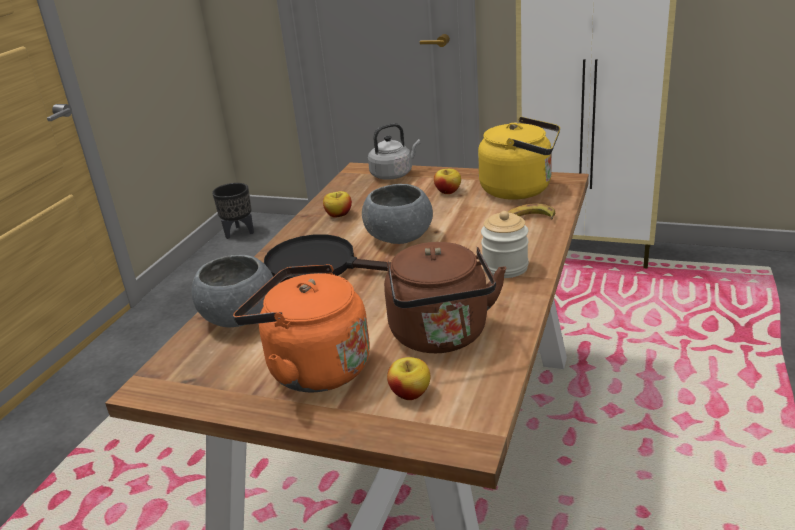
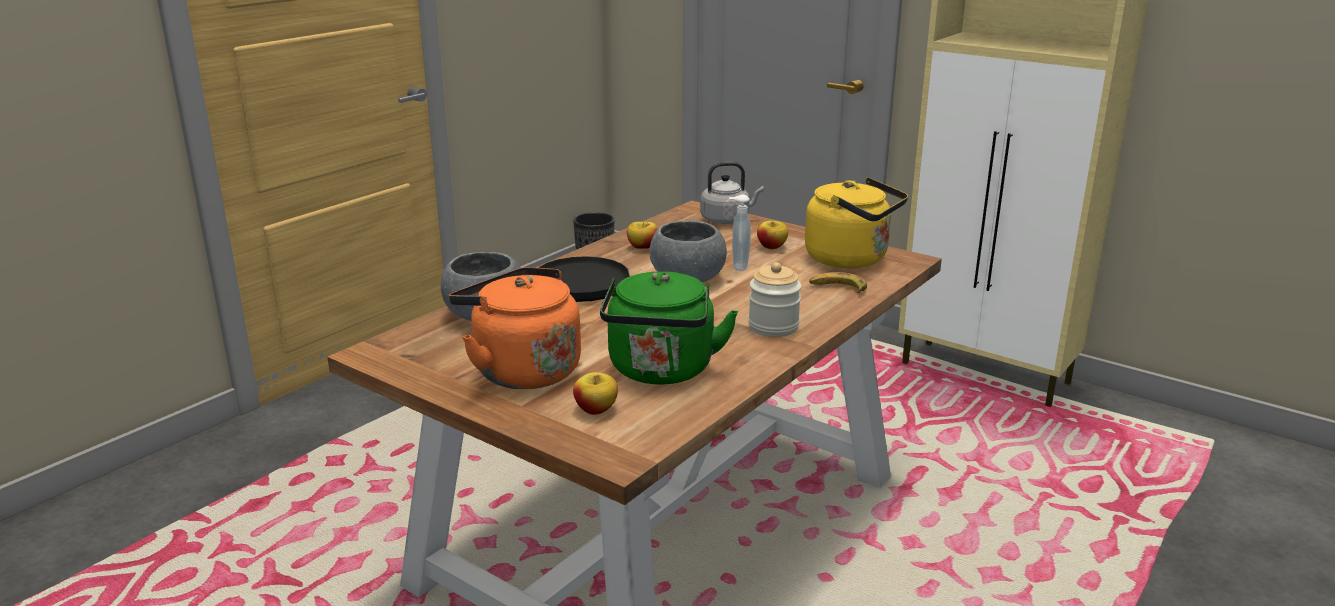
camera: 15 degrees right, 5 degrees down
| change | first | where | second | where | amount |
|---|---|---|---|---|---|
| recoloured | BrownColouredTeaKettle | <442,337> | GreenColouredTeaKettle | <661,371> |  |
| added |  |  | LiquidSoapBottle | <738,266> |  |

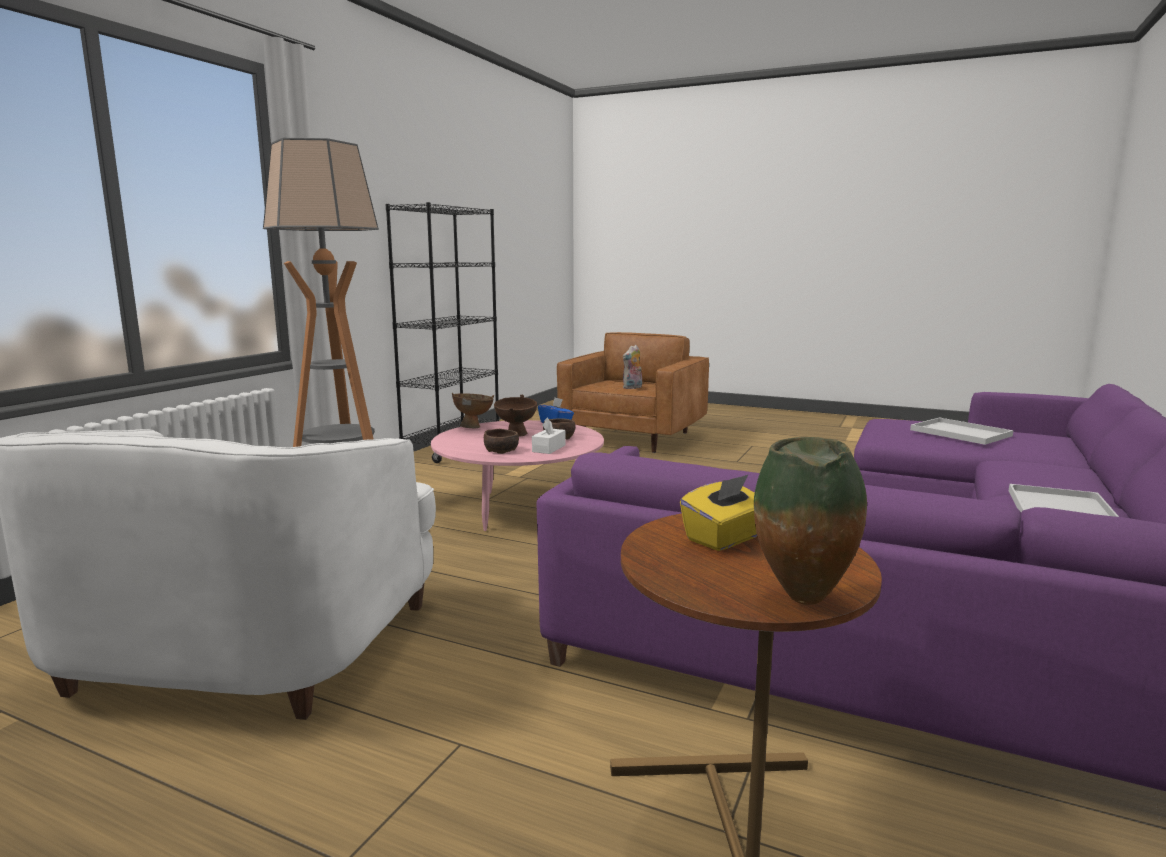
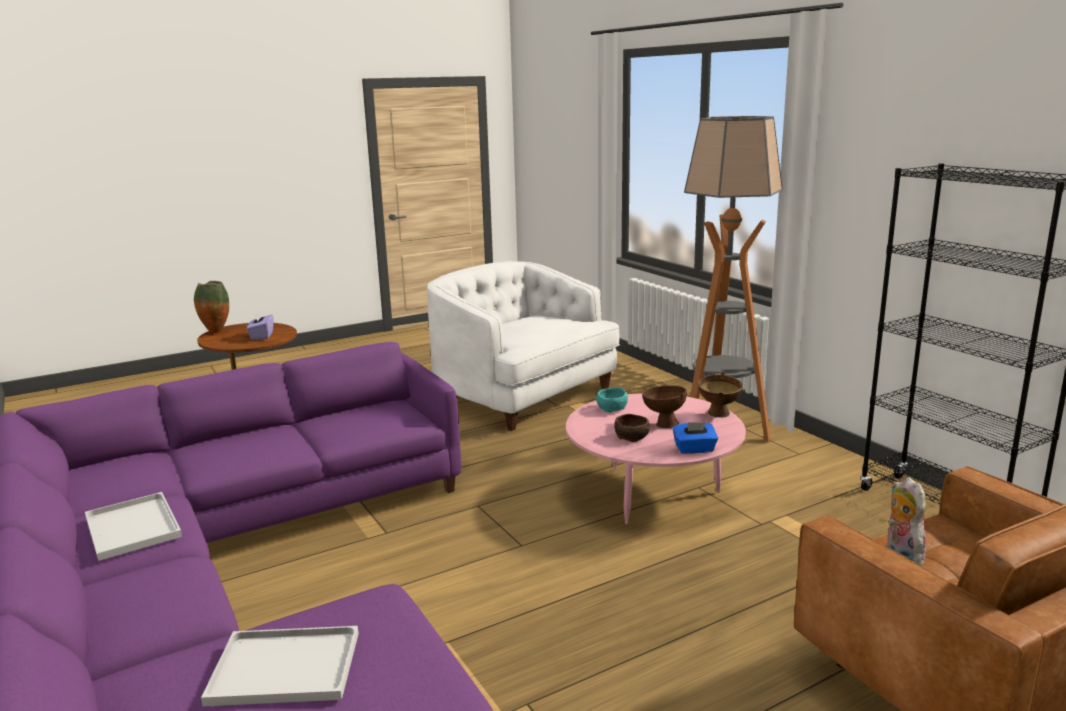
camera: 125 degrees right, 5 degrees up
| change | first | where | second | where | amount |
|---|---|---|---|---|---|
| recoloured | BrownColouredDeepDish | <502,451> | TurquoiseColouredDeepDish | <611,409> |  |
| removed | WhitishBoxOfTissues | <549,448> |  |  |  |
| recoloured | YellowColouredBoxOfTissues | <725,538> | PurpleBoxOfTissues | <261,336> |  |

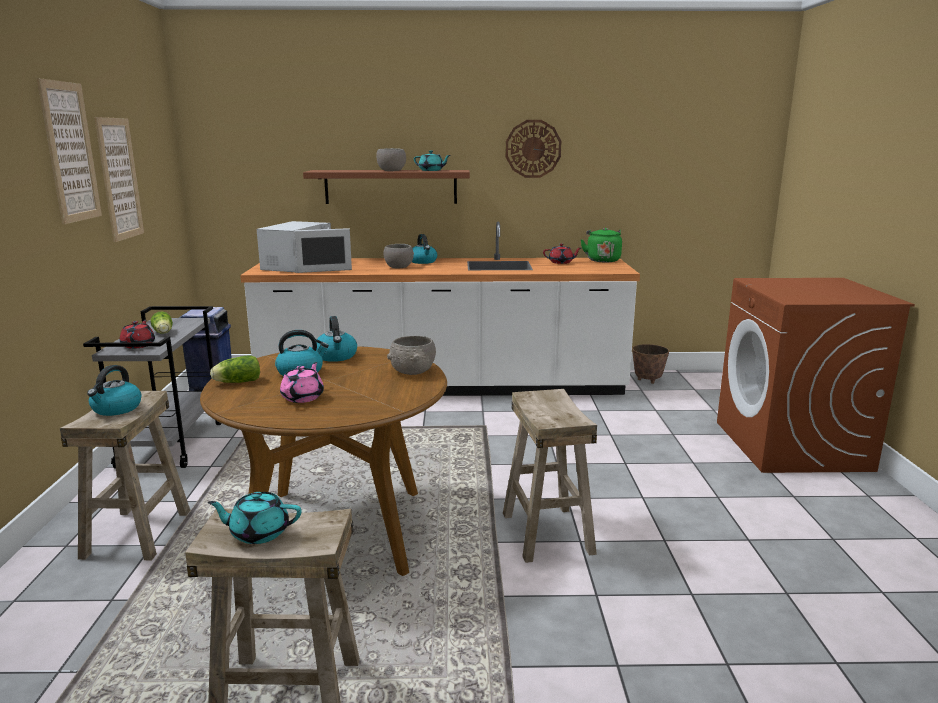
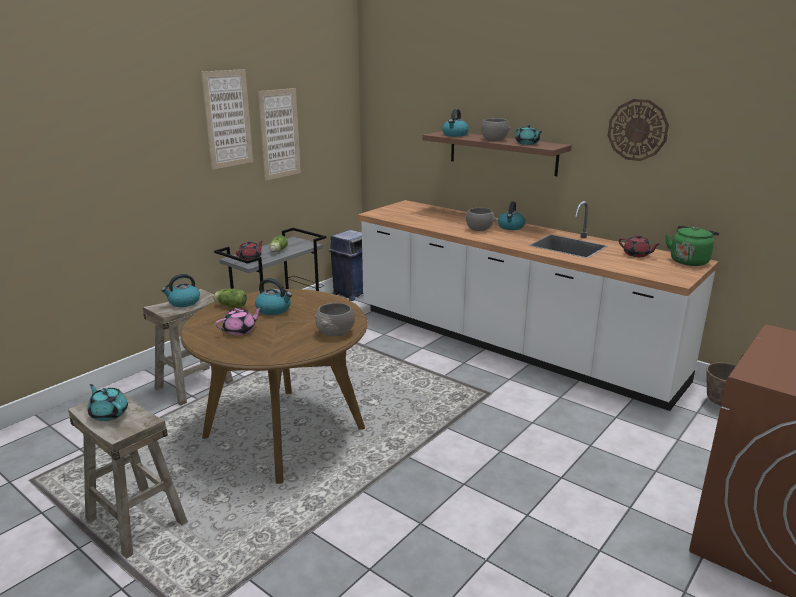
camera: 40 degrees right, 5 degrees up
| change | first | where | second | where | amount |
|---|---|---|---|---|---|
| removed | WhitishMicrowaveOven | <299,266> |  |  |  |
| moved | TeaKettle | <336,356> |  | <455,135> |  |
| removed | BeigeSittingStool | <548,533> |  |  |  |

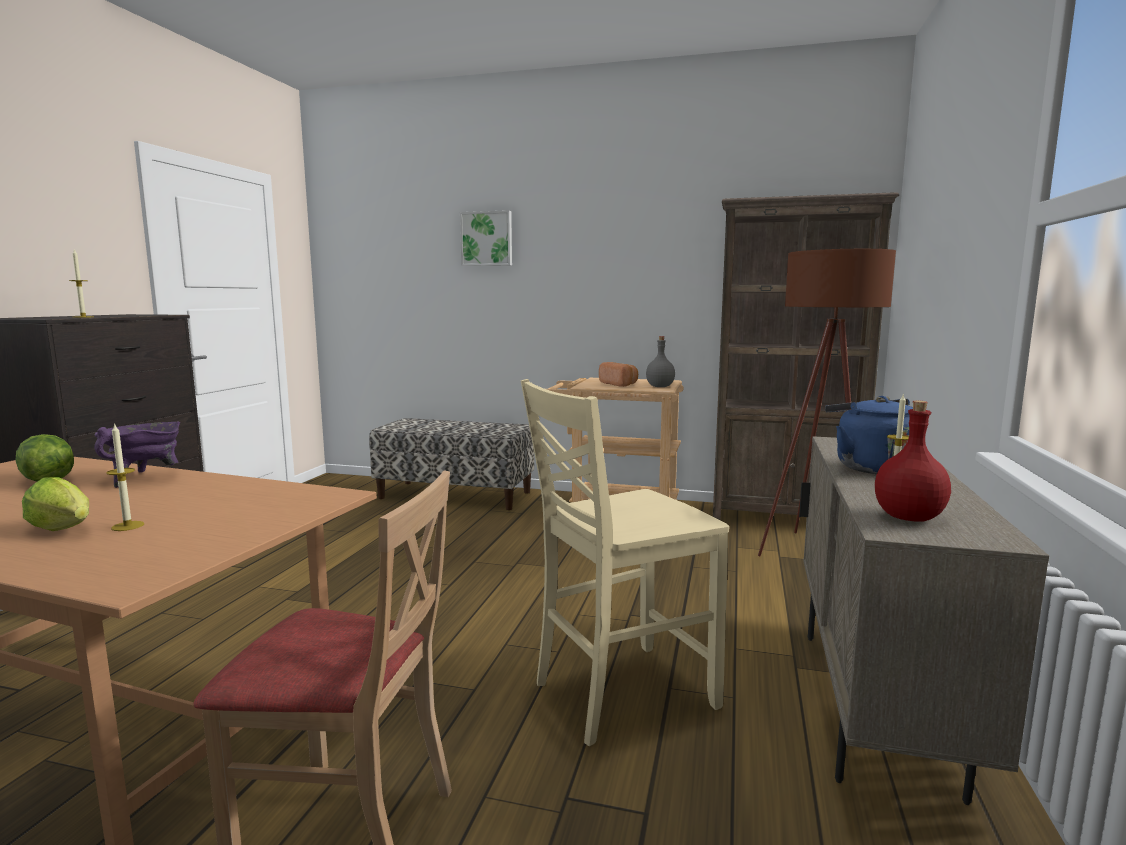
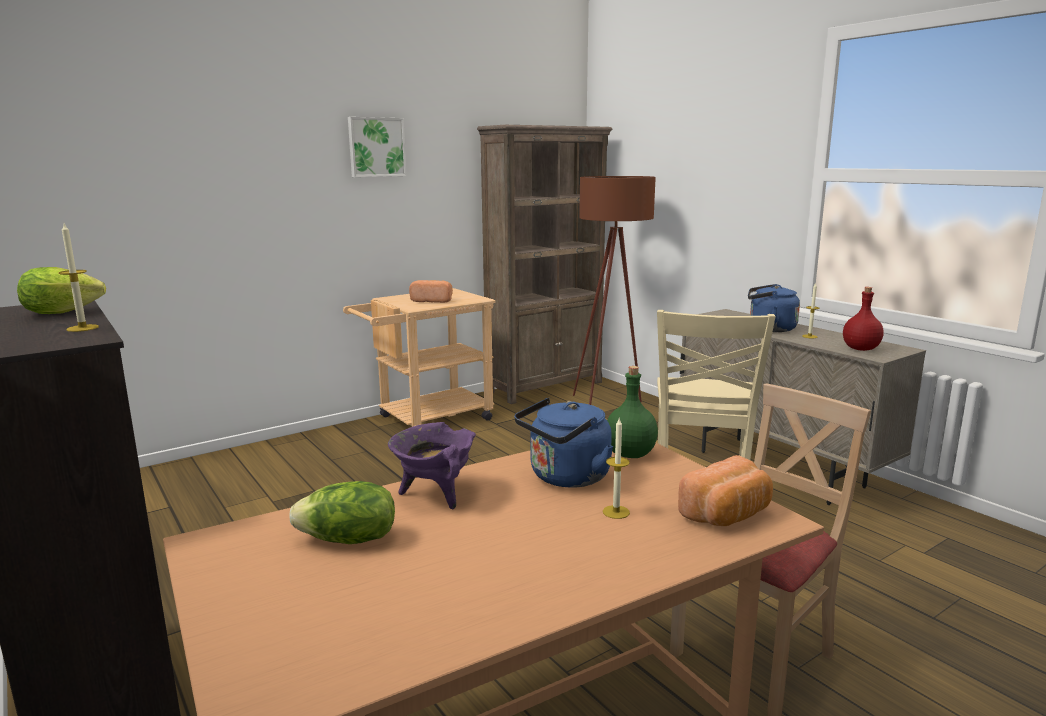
camera: 50 degrees left, 5 degrees up
| change | first | where | second | where | amount |
|---|---|---|---|---|---|
| moved | Lettuce | <65,530> |  | <67,312> |  |
| removed | Bench | <455,495> |  |  |  |
| moved | Picture | <487,239> |  | <376,147> |  |
| removed | GrayBeverageBottle | <660,387> |  |  |  |
| added |  |  | BlueColouredTeaKettle | <566,478> |  |
| added |  |  | GreenColouredBeverageBottle | <630,454> |  |
| added |  |  | Bread | <728,515> |  |

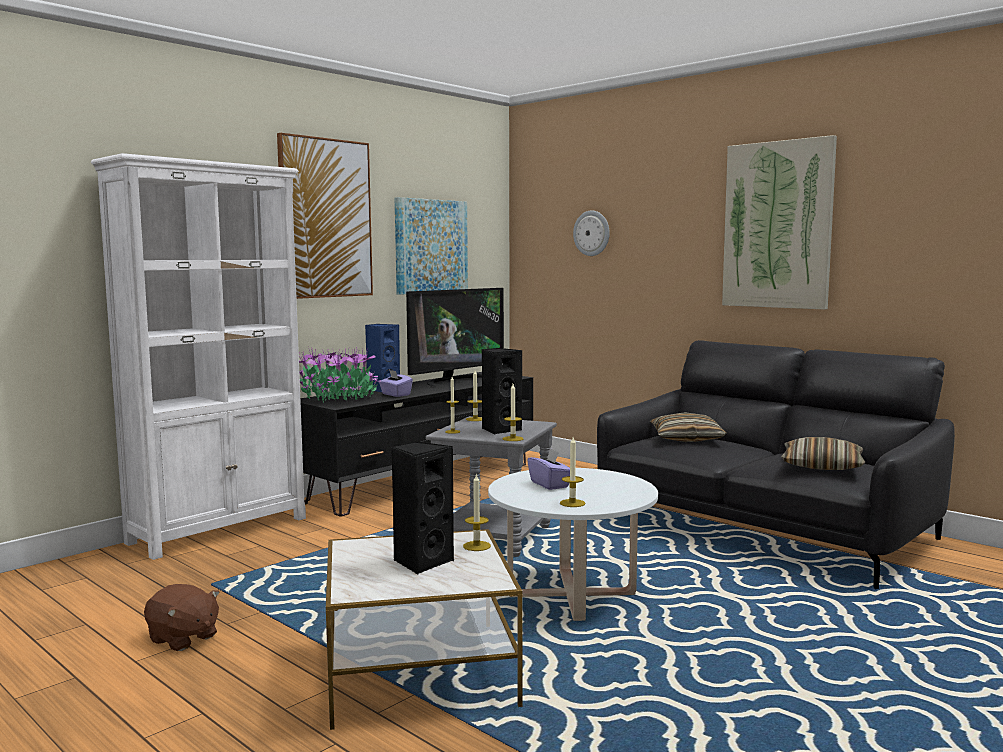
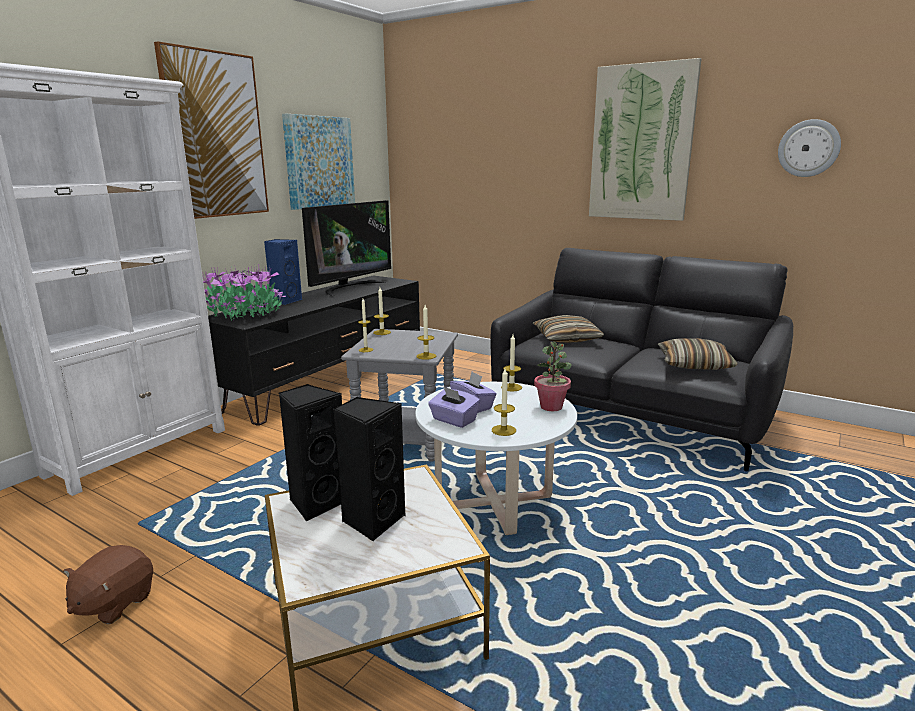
camera: 10 degrees left, 10 degrees up
| change | first | where | second | where | amount |
|---|---|---|---|---|---|
| turned | BrownColouredCuddlyToy | <183,638> |  | <113,603> | 90 degrees clockwise |
| moved | PurpleBoxOfTissues | <395,394> |  | <453,420> |  |
| moved | WaxCandle | <476,546> |  | <511,387> |  |
| moved | BlackishSpeaker | <500,429> |  | <316,502> |  |
| moved | ClockOnTheWall | <592,233> |  | <808,148> |  |
| added |  |  | PlantInAPot | <551,407> |  |

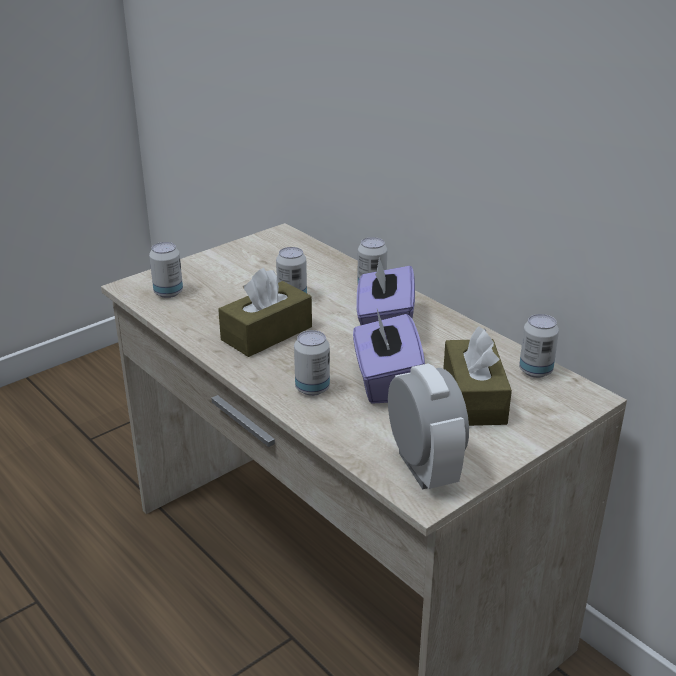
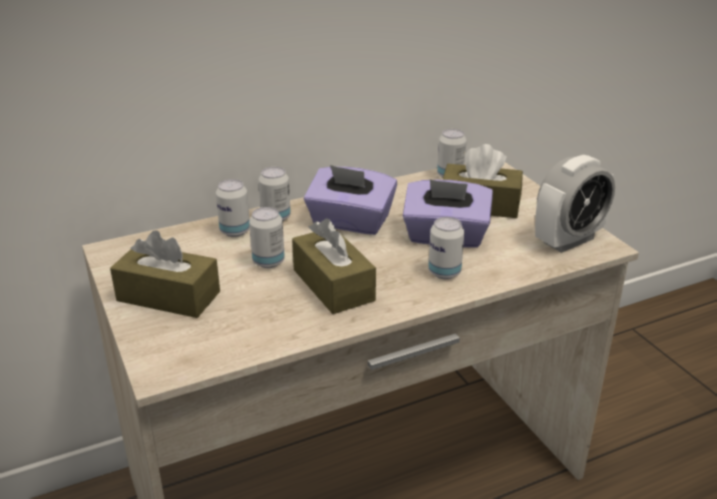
camera: 75 degrees left, 0 degrees up
| change | first | where | second | where | amount |
|---|---|---|---|---|---|
| moved | Can | <168,293> |  | <235,231> |  |
| turned | TableClock | <423,467> |  | <568,240> | 150 degrees clockwise |
| added |  |  | BrownColouredBoxOfTissues | <168,296> |  |

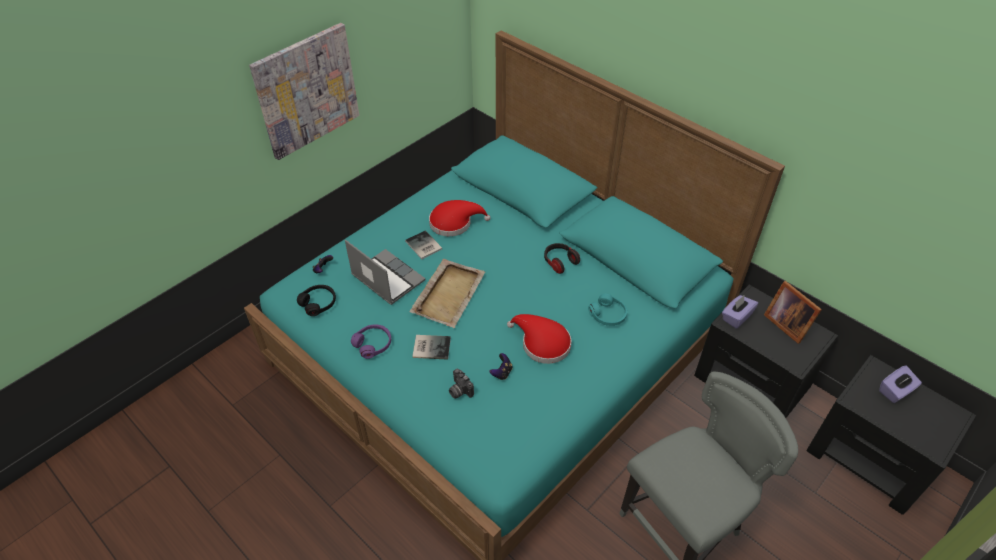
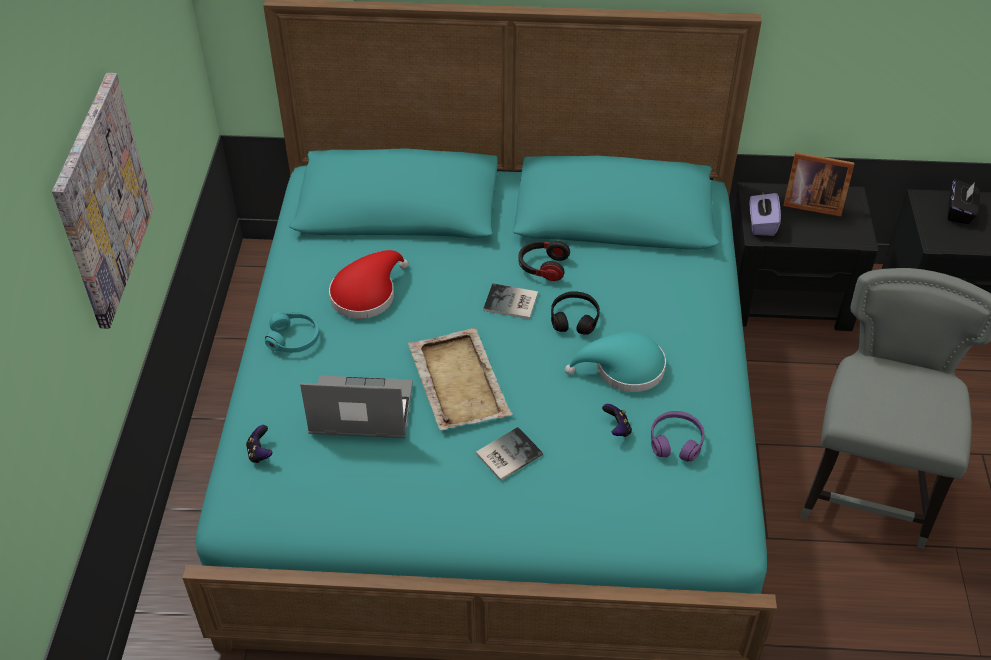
camera: 40 degrees left, 0 degrees up
| change | first | where | second | where | amount |
|---|---|---|---|---|---|
| moved | BlackishHeadset | <318,303> |  | <574,318> |  |
| moved | PurpleHeadset | <373,344> |  | <676,441> |  |
| moved | BoundBook | <423,246> |  | <512,303> |  |
| removed | PhotoCamera | <459,391> |  |  |  |
| recoloured | RedHat | <542,343> | TurquoiseColouredHat | <623,369> |  |
| moved | TurquoiseColouredHeadset | <608,315> |  | <294,338> |  |
| recoloured | PurpleBoxOfTissues | <895,391> | BlackishBoxOfTissues | <959,212> |  |

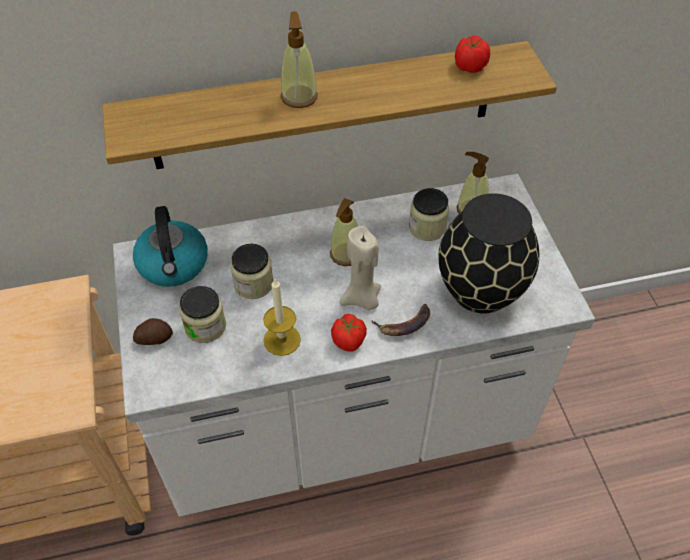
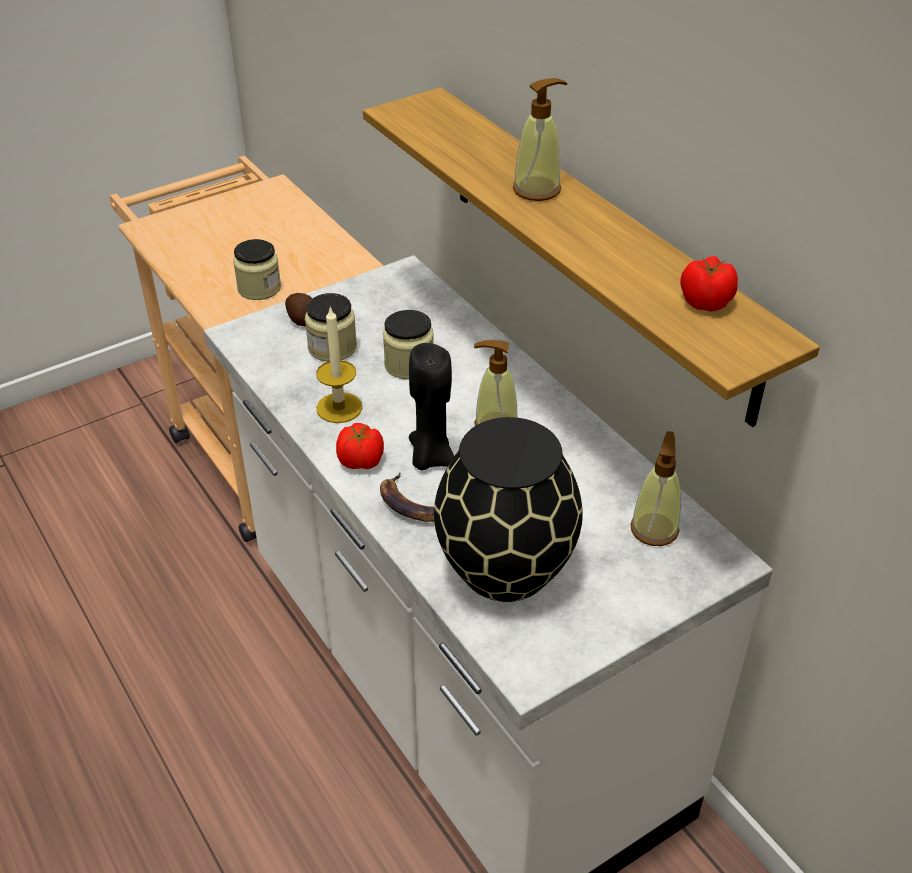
camera: 70 degrees right, 10 degrees down
| change | first | where | second | where | amount |
|---|---|---|---|---|---|
| removed | TeaKettle | <174,265> |  |  |  |
| recoloured | BeigeWaxCandle | <362,299> | BlackishWaxCandle | <430,457> |  |
| moved | PreserveJar | <427,227> |  | <259,288> |  |

